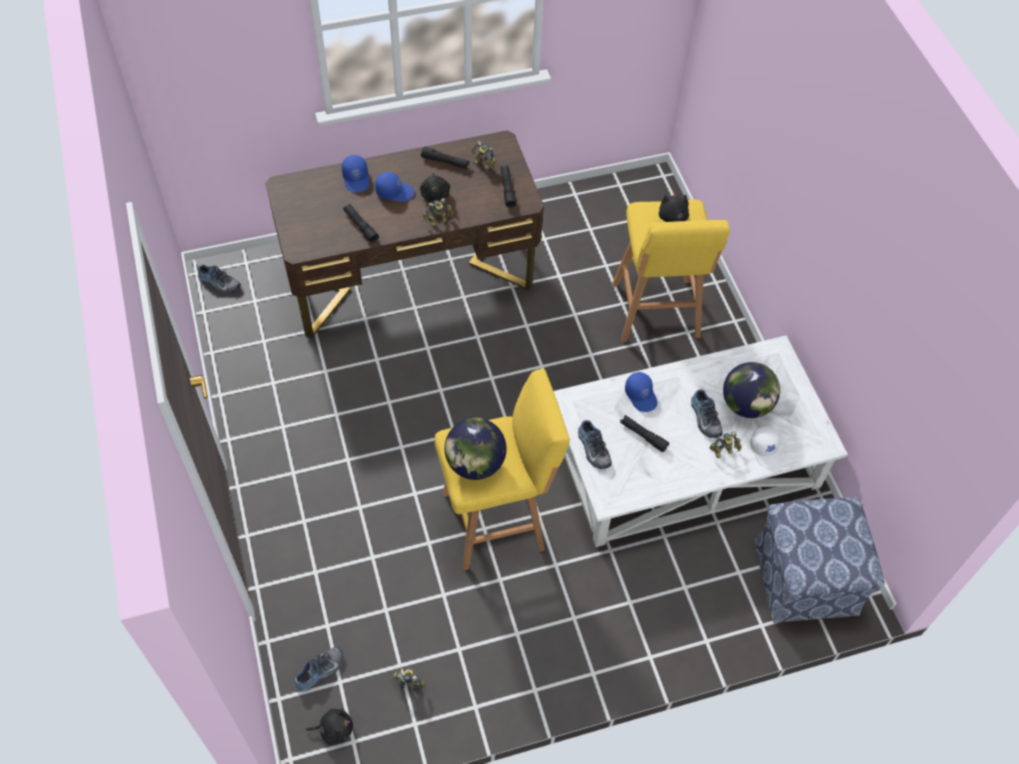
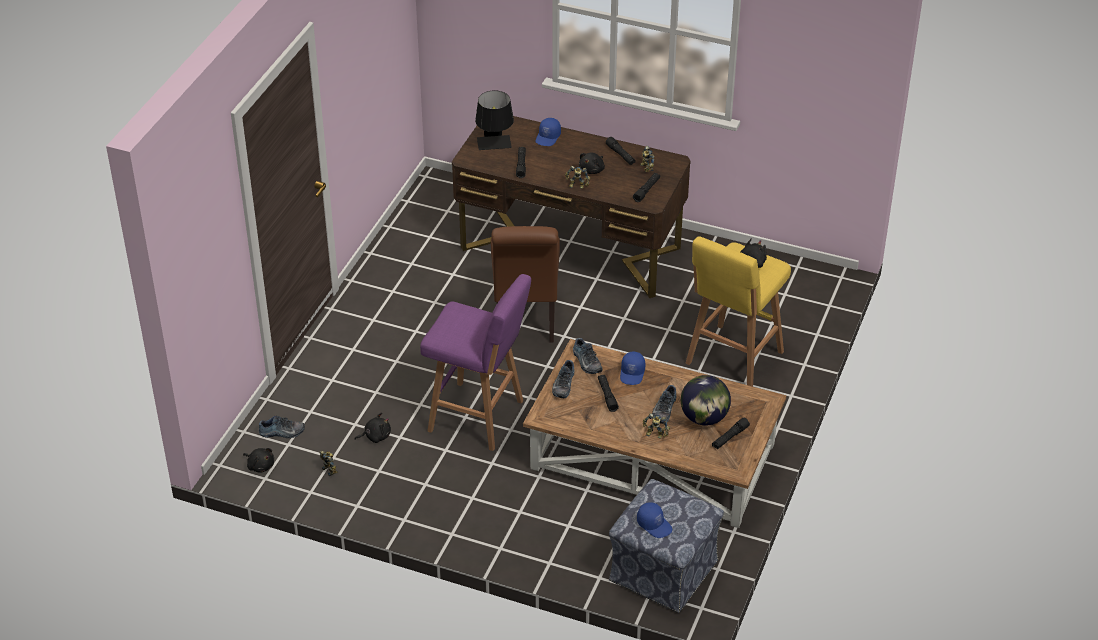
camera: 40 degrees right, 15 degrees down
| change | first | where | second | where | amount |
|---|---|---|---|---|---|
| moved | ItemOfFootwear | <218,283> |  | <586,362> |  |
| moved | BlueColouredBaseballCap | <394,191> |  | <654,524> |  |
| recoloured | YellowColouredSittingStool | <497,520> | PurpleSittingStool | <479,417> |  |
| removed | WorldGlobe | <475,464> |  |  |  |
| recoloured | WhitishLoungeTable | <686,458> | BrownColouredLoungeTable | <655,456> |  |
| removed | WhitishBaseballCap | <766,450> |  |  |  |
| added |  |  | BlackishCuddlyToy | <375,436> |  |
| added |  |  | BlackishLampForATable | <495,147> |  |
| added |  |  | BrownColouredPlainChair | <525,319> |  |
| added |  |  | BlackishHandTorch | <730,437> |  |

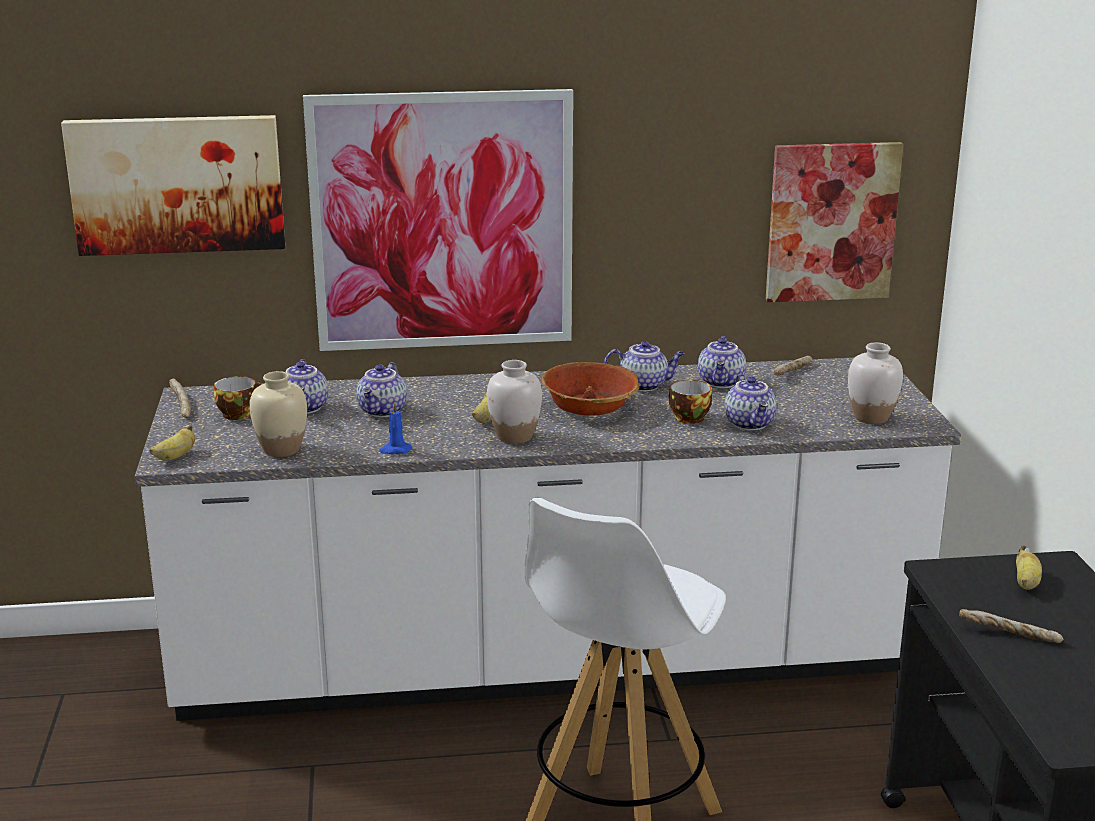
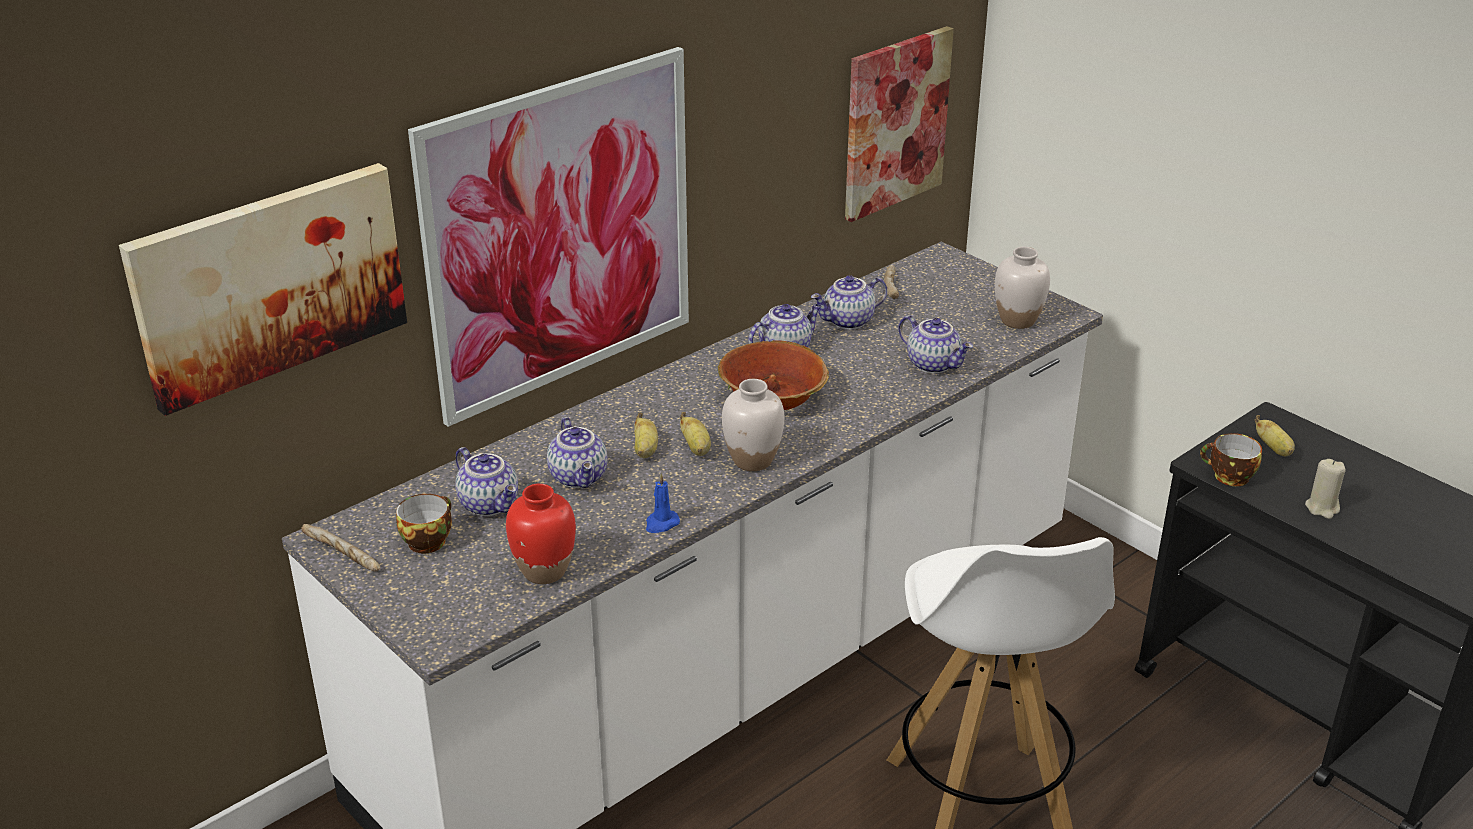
camera: 35 degrees left, 10 degrees up
| change | first | where | second | where | amount |
|---|---|---|---|---|---|
| moved | WholeBanana | <175,456> |  | <645,450> |  |
| recoloured | BeigeFlowerVase | <281,450> | RedFlowerVase | <544,571> |  |
| moved | Cup | <686,417> |  | <1228,477> |  |
| turned | TeaPot | <722,382> |  | <848,322> | 90 degrees clockwise |
| replaced | Bread | <1009,636> | BeigeWaxCandle | <1322,508> |  |

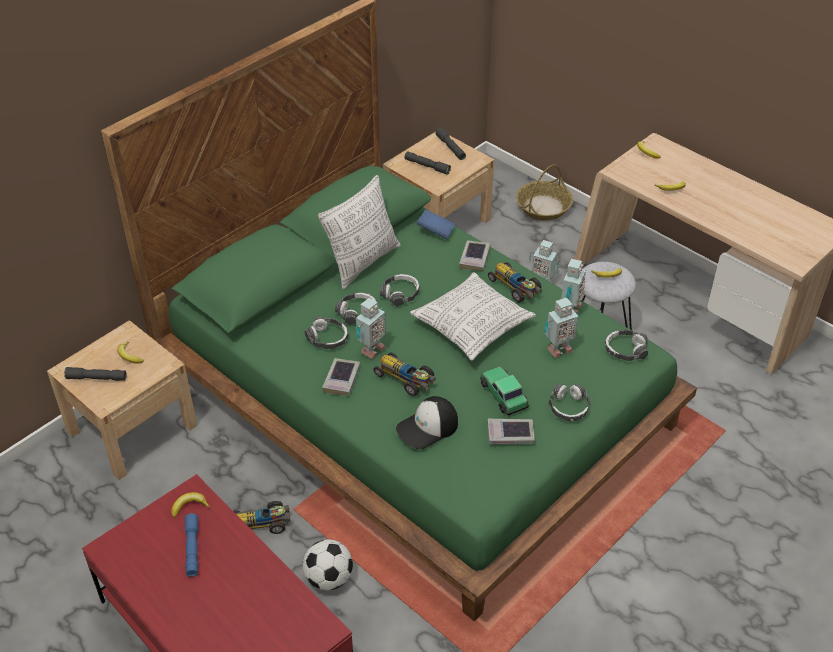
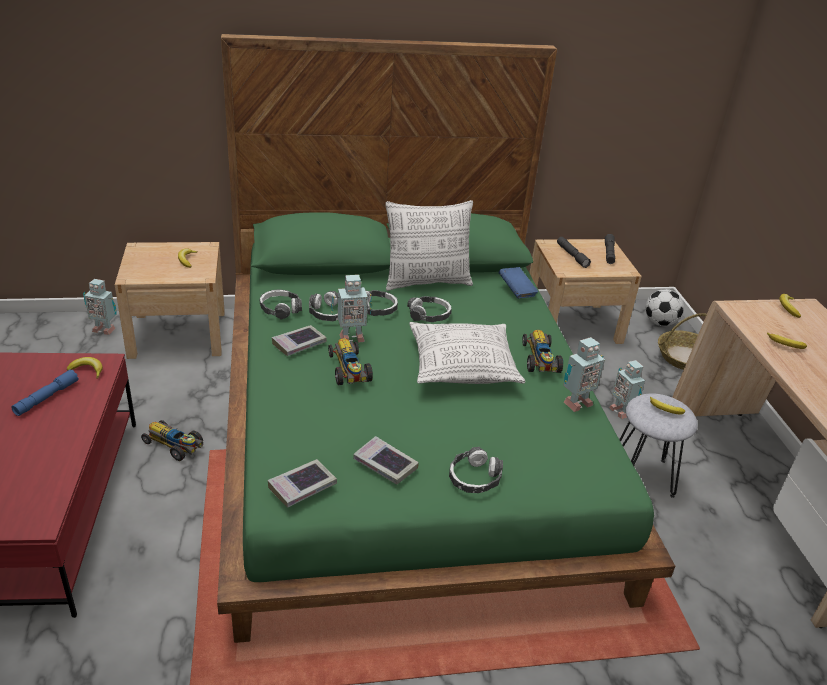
camera: 35 degrees right, 10 degrees down
| change | first | where | second | where | amount |
|---|---|---|---|---|---|
| removed | GrayHandTorch | <96,378> |  |  |  |
| moved | FootballBall | <329,578> |  | <660,323> |  |
| removed | BaseballCap | <428,427> |  |  |  |
| moved | BoundBook | <475,258> |  | <302,487> |  |
| removed | ToyCar | <503,394> |  |  |  |
| moved | ModelRobot | <558,349> |  | <104,329> |  |
| moved | Headset | <625,350> |  | <280,309> |  |

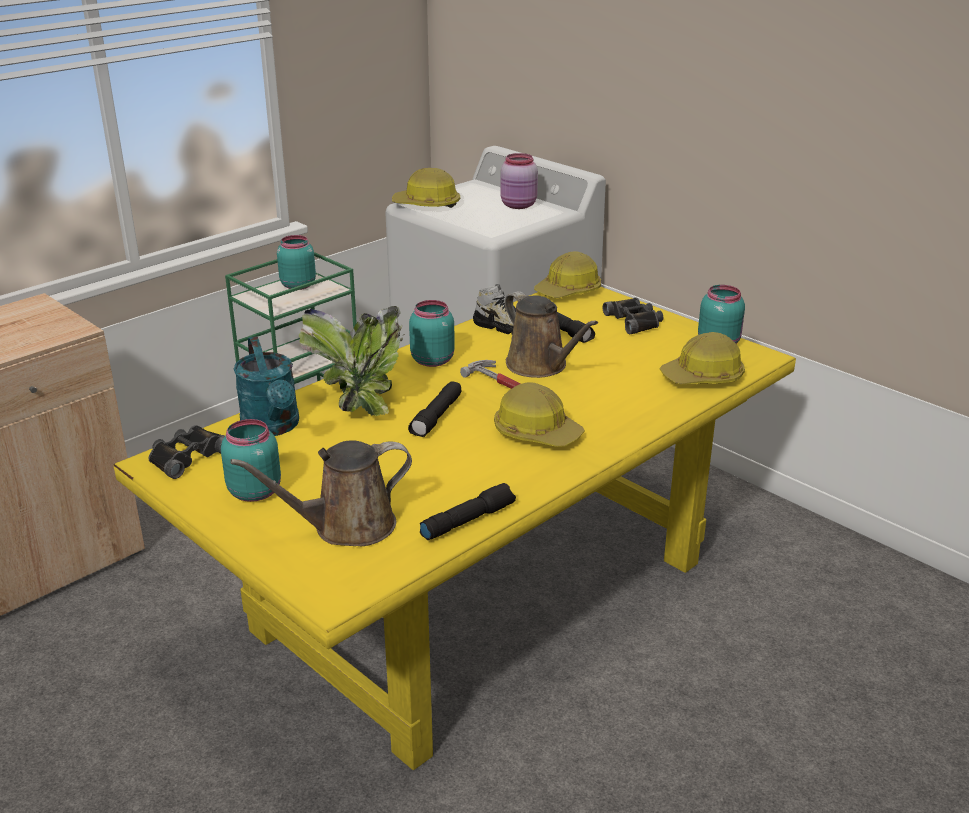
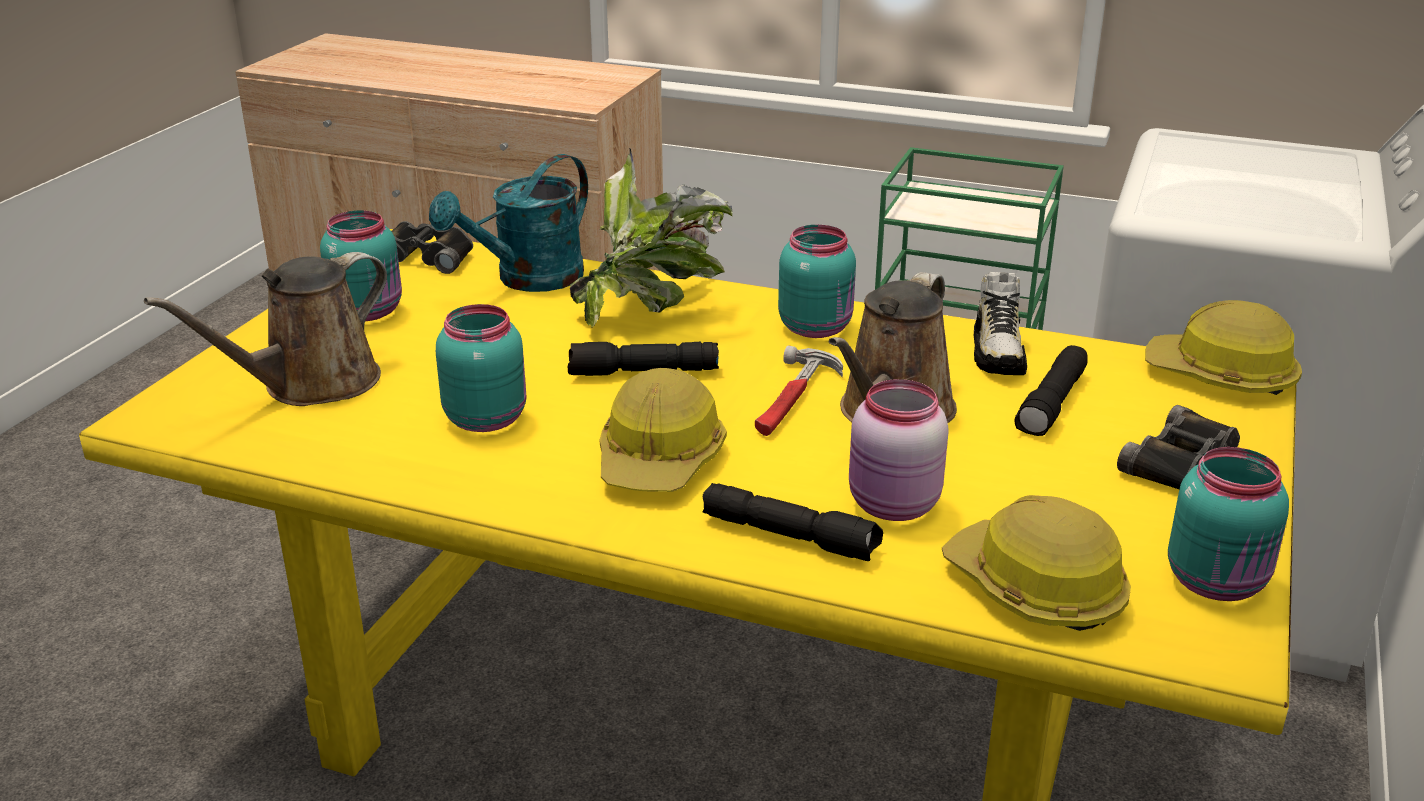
camera: 65 degrees right, 0 degrees up
| change | first | where | second | where | amount |
|---|---|---|---|---|---|
| turned | BrownColouredWateringPot | <346,527> |  | <311,385> | 90 degrees counterclockwise |
| moved | TurquoiseColouredPreserveJar | <297,285> |  | <487,417> |  |
| removed | WorkHelmet | <427,204> |  |  |  |
| moved | BlackishHandTorch | <467,520> |  | <791,536> |  |
| moved | PinkPreserveJar | <519,205> |  | <892,506> |  |

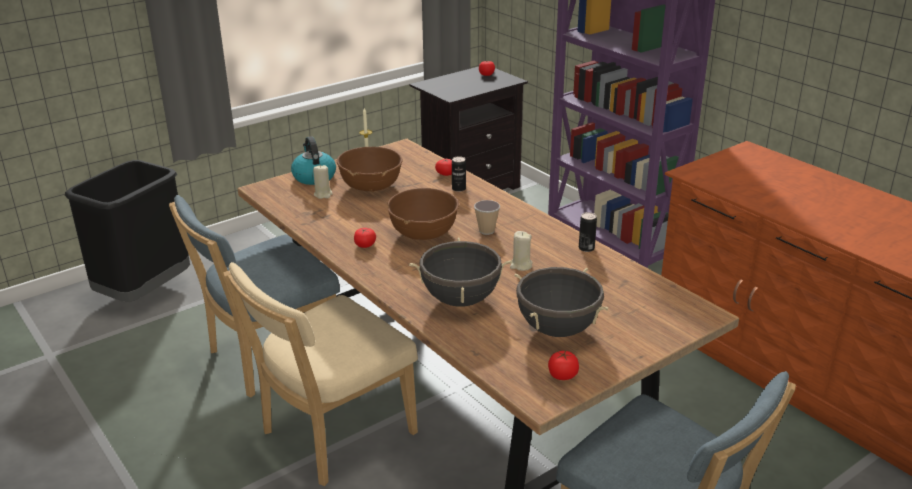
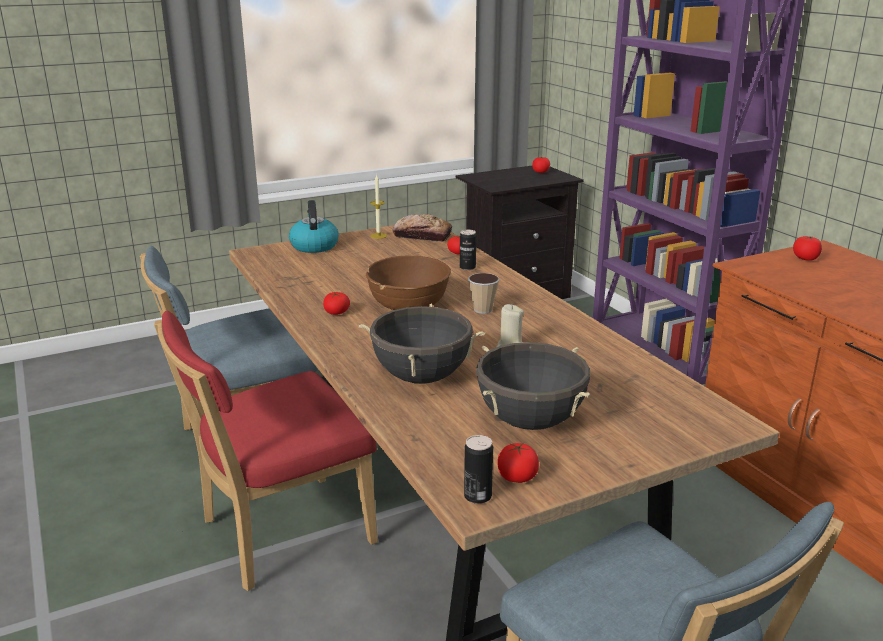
camera: 10 degrees right, 5 degrees down
| change | first | where | second | where | amount |
|---|---|---|---|---|---|
| removed | BlackishRubbishBin | <144,292> |  |  |  |
| recoloured | BeigePlainChair | <332,436> | RedPlainChair | <279,534> |  |
| removed | BeigeWaxCandle | <323,194> |  |  |  |
| removed | BrownColouredDeepDish | <371,186> |  |  |  |
| moved | Can | <586,248> |  | <477,496> |  |
| added |  |  | Bread | <422,236> |  |
| added |  |  | Tomato | <805,258> |  |

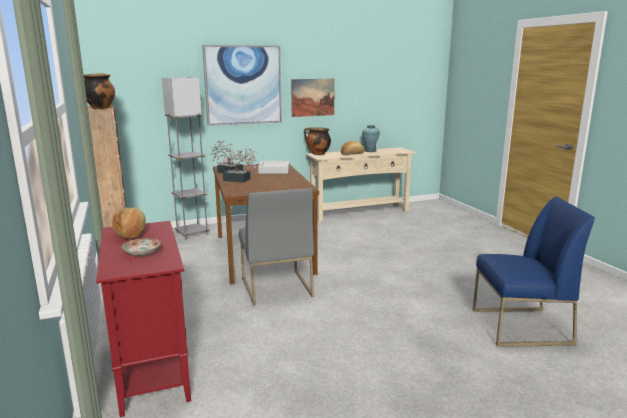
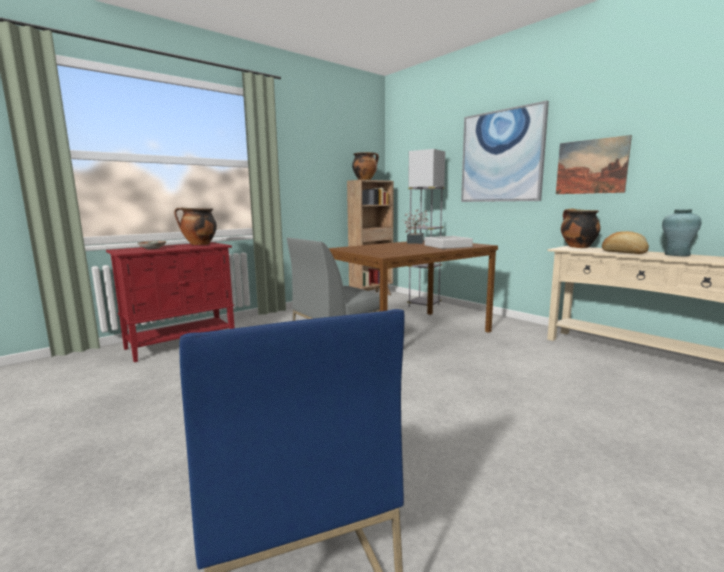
camera: 70 degrees right, 5 degrees down
| change | first | where | second | where | amount |
|---|---|---|---|---|---|
| replaced | Bread | <131,233> | CookingPot | <199,244> |  |
| removed | PlantInAPot | <239,180> |  |  |  |

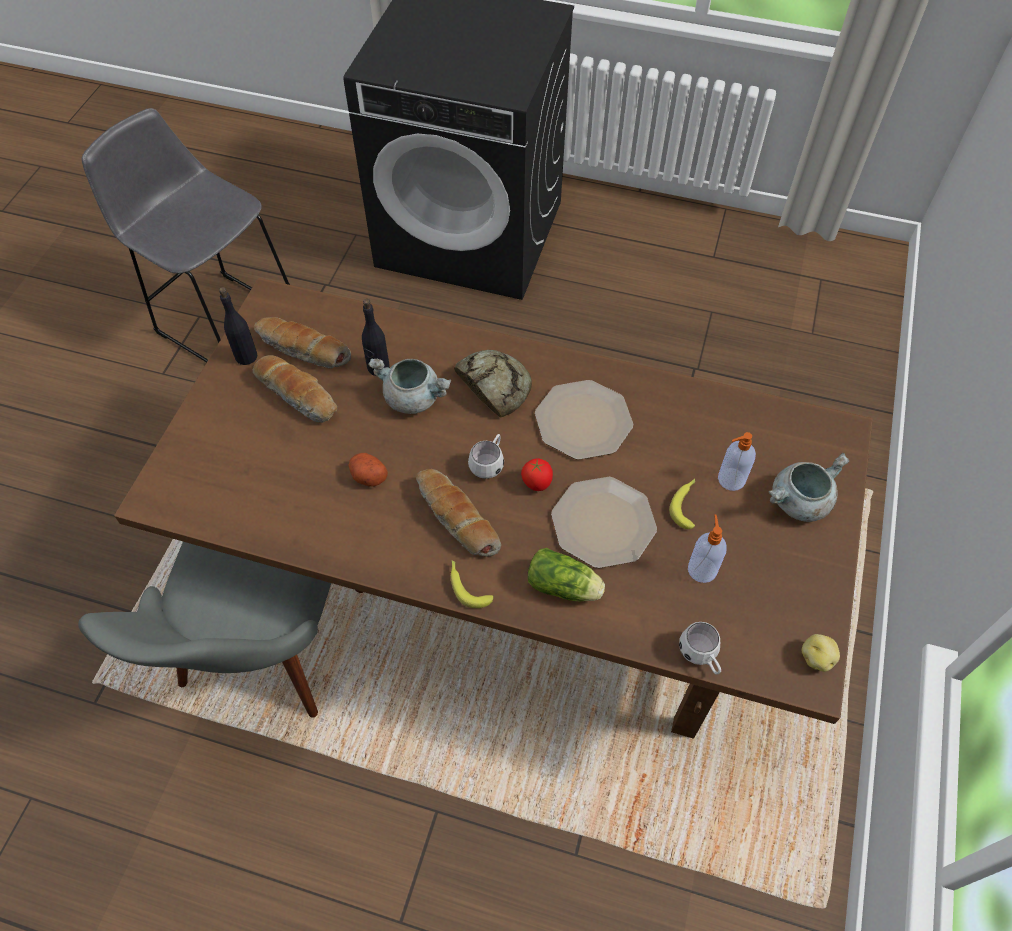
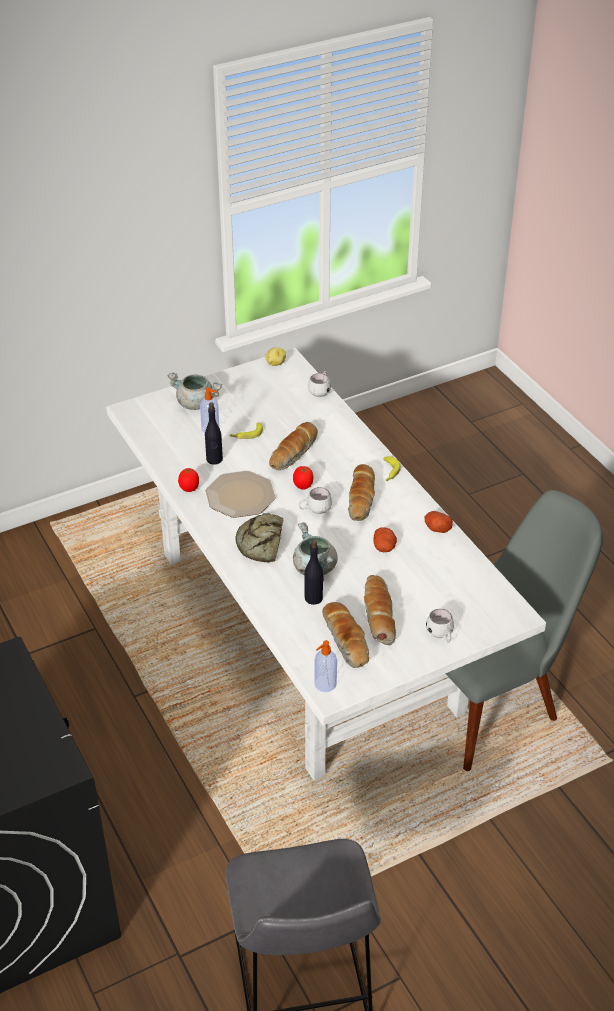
camera: 135 degrees left, 15 degrees down
| change | first | where | second | where | amount |
|---|---|---|---|---|---|
| recoloured | BrownColouredDinnerTable | <503,581> | WhitishDinnerTable | <308,632> |  |
| moved | BlackishBeverageBottle | <246,356> |  | <214,459> |  |
| removed | Lettuce | <565,587> |  |  |  |
| replaced | Plate | <602,522> | Bread | <294,453> |  |
| moved | LiquidSoapBottle | <702,568> |  | <324,684> |  |
| added |  |  | Tomato | <189,489> |  |
| added |  |  | WholePotato | <437,528> |  |
| added |  |  | WhitishTeaMug | <441,636> |  |

